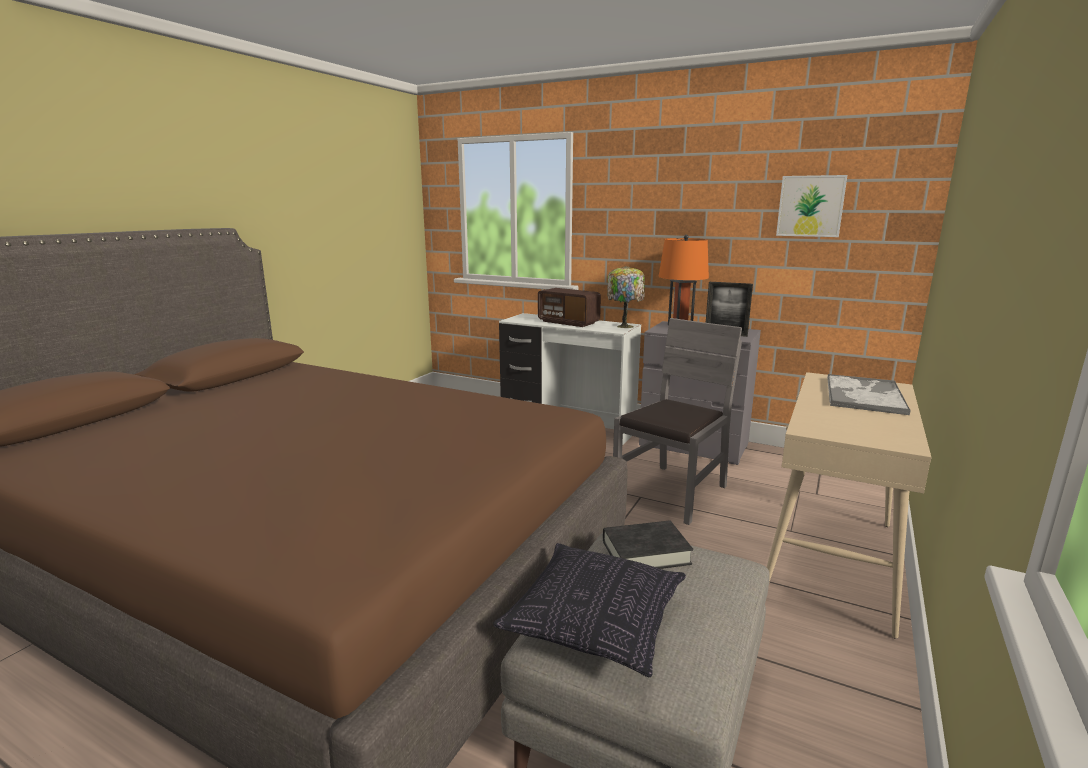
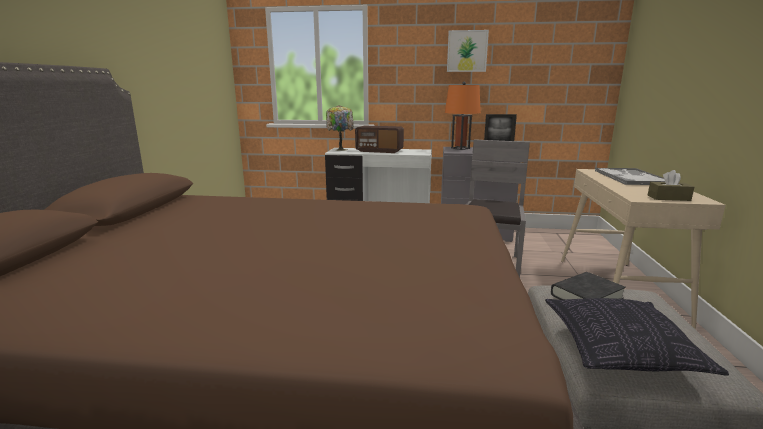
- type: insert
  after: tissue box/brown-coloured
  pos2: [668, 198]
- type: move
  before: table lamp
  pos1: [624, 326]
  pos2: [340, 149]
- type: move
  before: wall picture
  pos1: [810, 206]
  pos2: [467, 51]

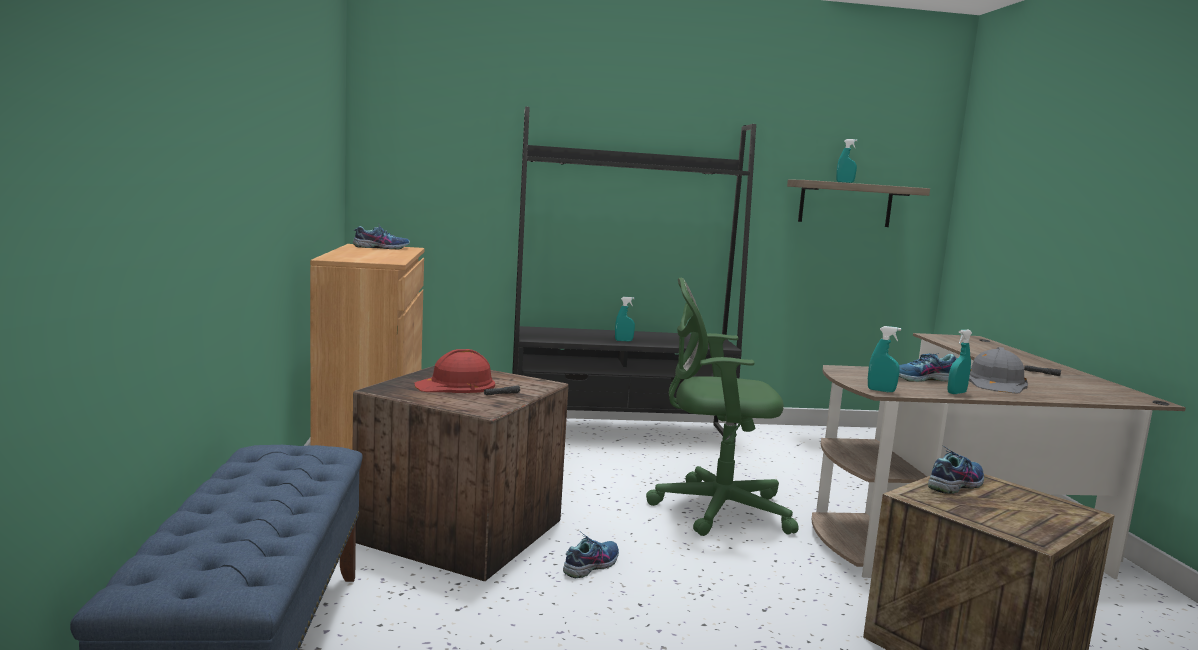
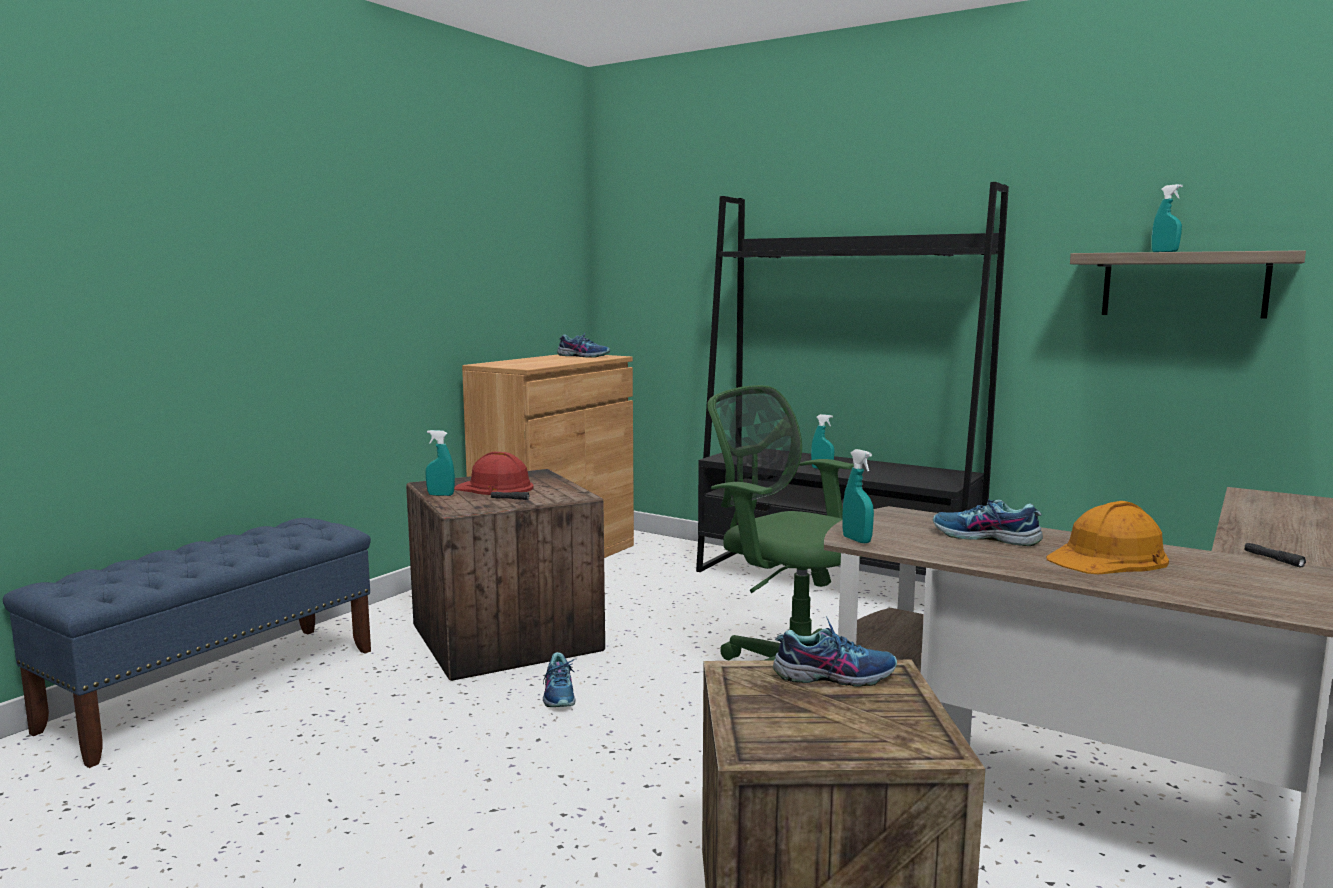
- type: move
  before: sprayer/turquoise
  pos1: [956, 393]
  pos2: [440, 495]
- type: recolor
  before: safety helmet/grey
  after: safety helmet/orangey
  pos1: [996, 383]
  pos2: [1108, 558]
- type: rotate
  before: item of footwear
  pos1: [591, 565]
  pos2: [560, 694]
  turn: 90

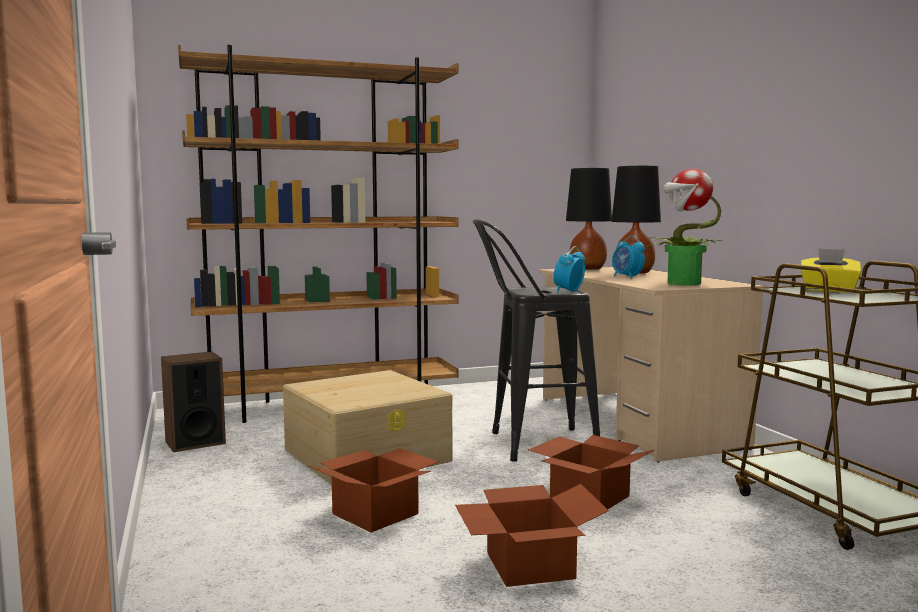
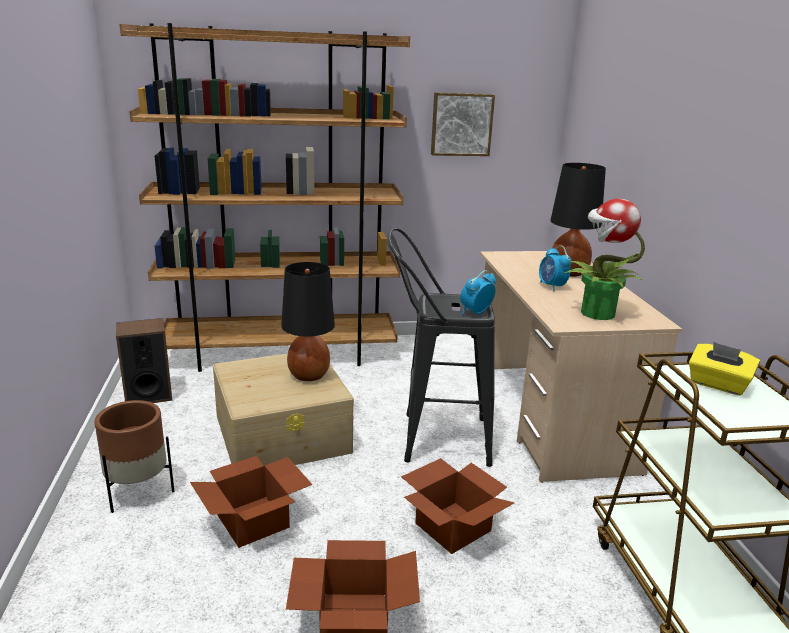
- type: insert
  after: plant pot/brown-coloured
  pos2: [139, 492]
- type: insert
  after: wall picture
  pos2: [461, 124]
- type: move
  before: table lamp/blackish
  pos1: [587, 269]
  pos2: [308, 375]

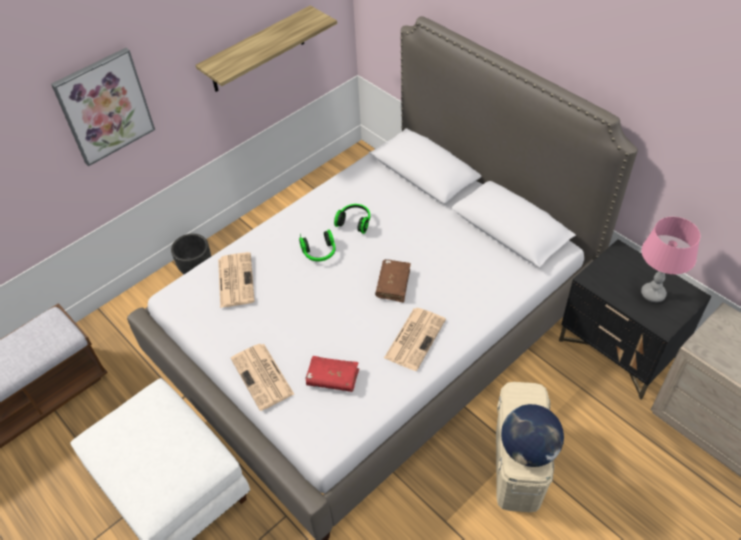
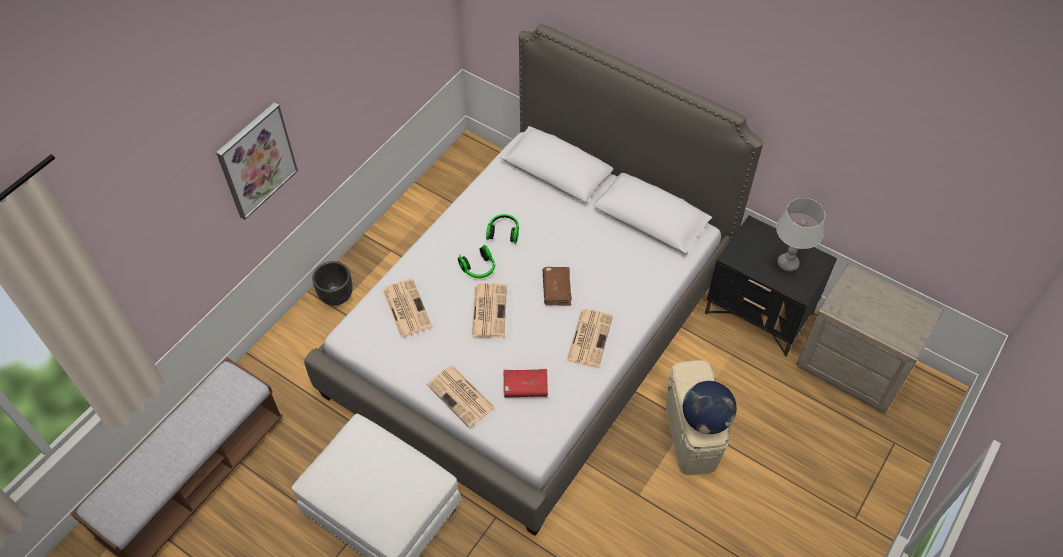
- type: delete
  before: bracket shelf
  pos1: [257, 50]
- type: insert
  after: newspaper
  pos2: [488, 310]
- type: recolor
  before: table lamp/pinkish
  after: table lamp/grey
  pos1: [653, 294]
  pos2: [788, 264]

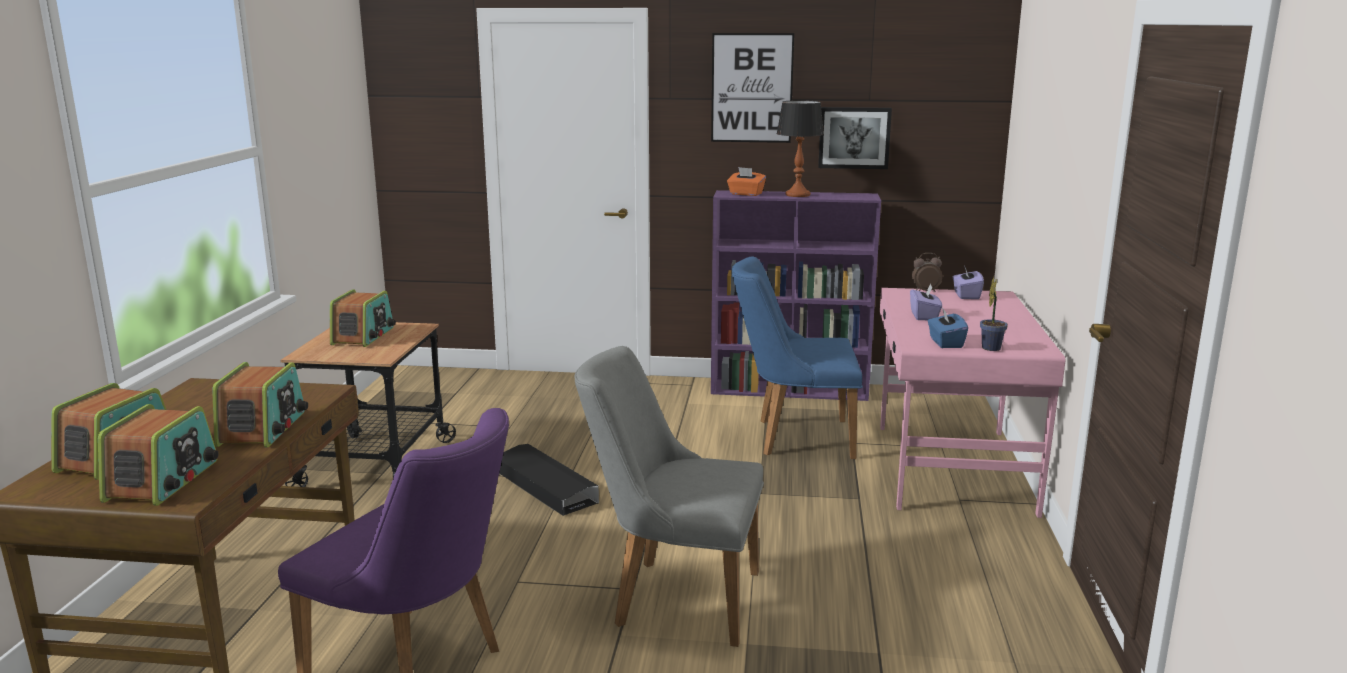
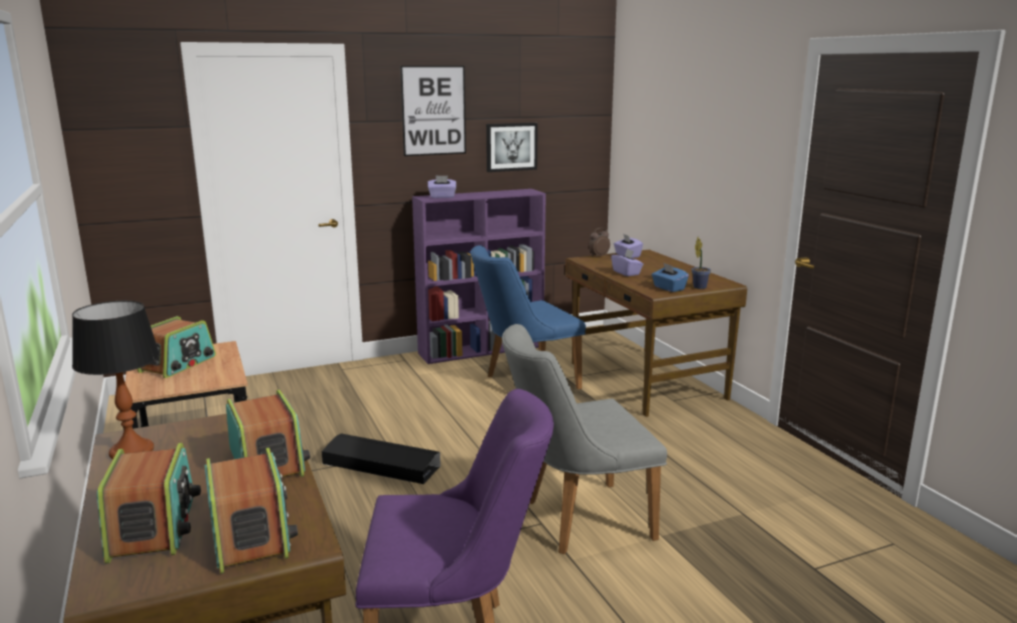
- type: move
  before: table lamp
  pos1: [798, 195]
  pos2: [132, 452]
- type: recolor
  before: tissue box/orangey
  after: tissue box/purple-coloured
  pos1: [745, 194]
  pos2: [442, 197]
- type: recolor
  before: desk table/pinkish
  after: desk table/brown-coloured
  pos1: [950, 468]
  pos2: [645, 381]
- type: rotate
  before: radio receiver
  pos1: [363, 336]
  pos2: [178, 364]
  turn: 45

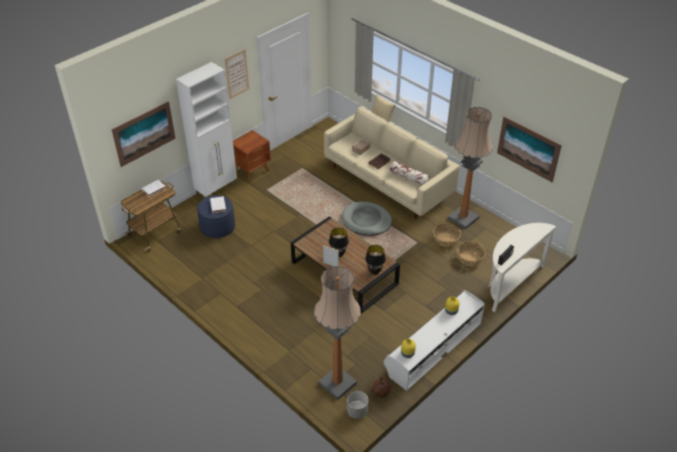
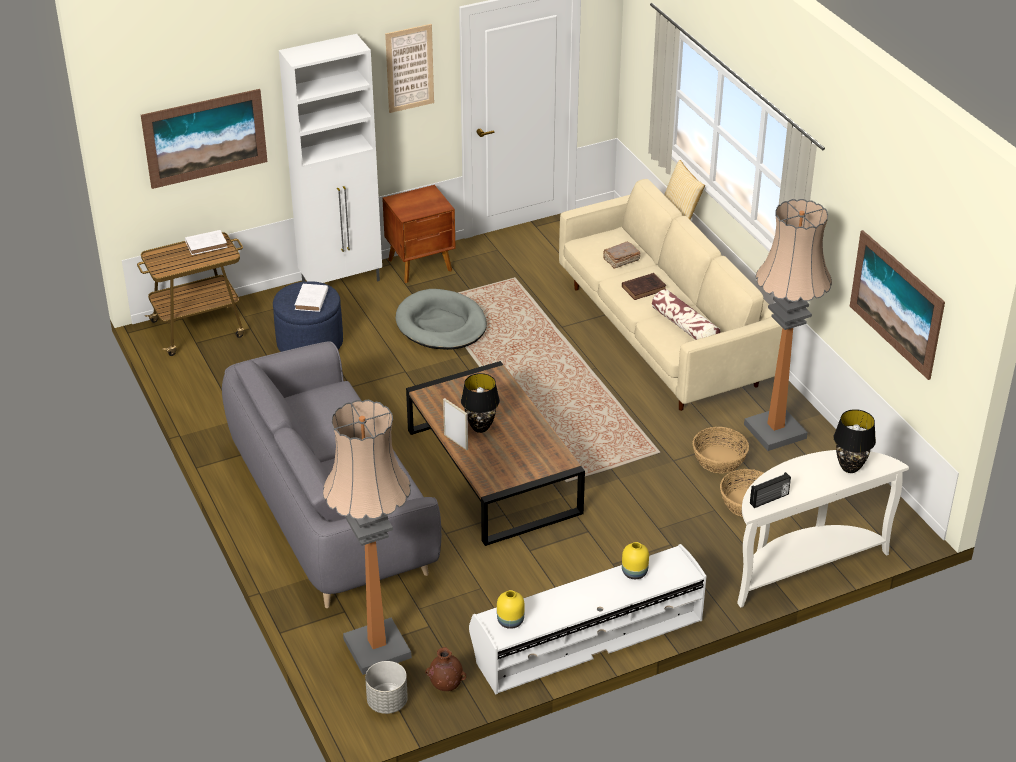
- type: insert
  after: sofa/grey
  pos2: [331, 509]
- type: move
  before: pet bed/grey
  pos1: [366, 221]
  pos2: [441, 324]
- type: move
  before: table lamp/blackish
  pos1: [374, 271]
  pos2: [849, 467]

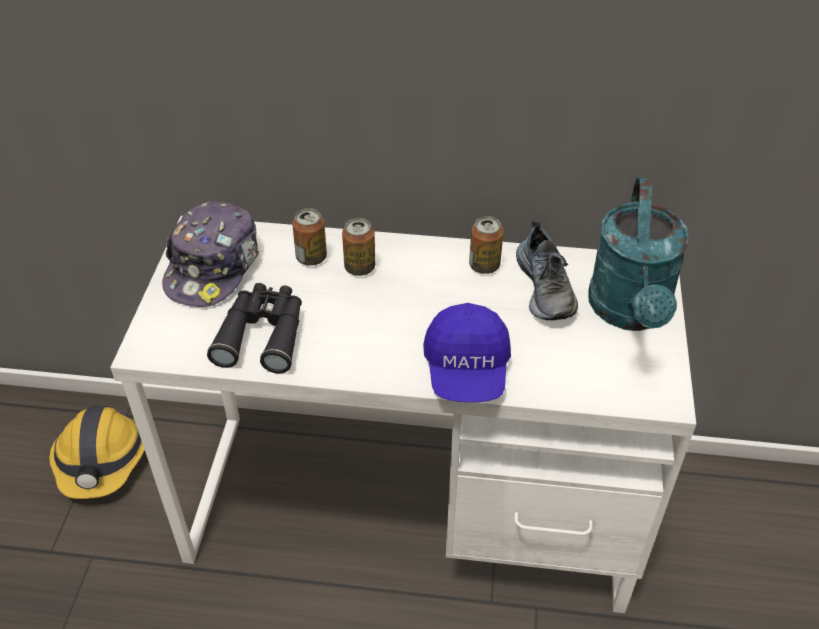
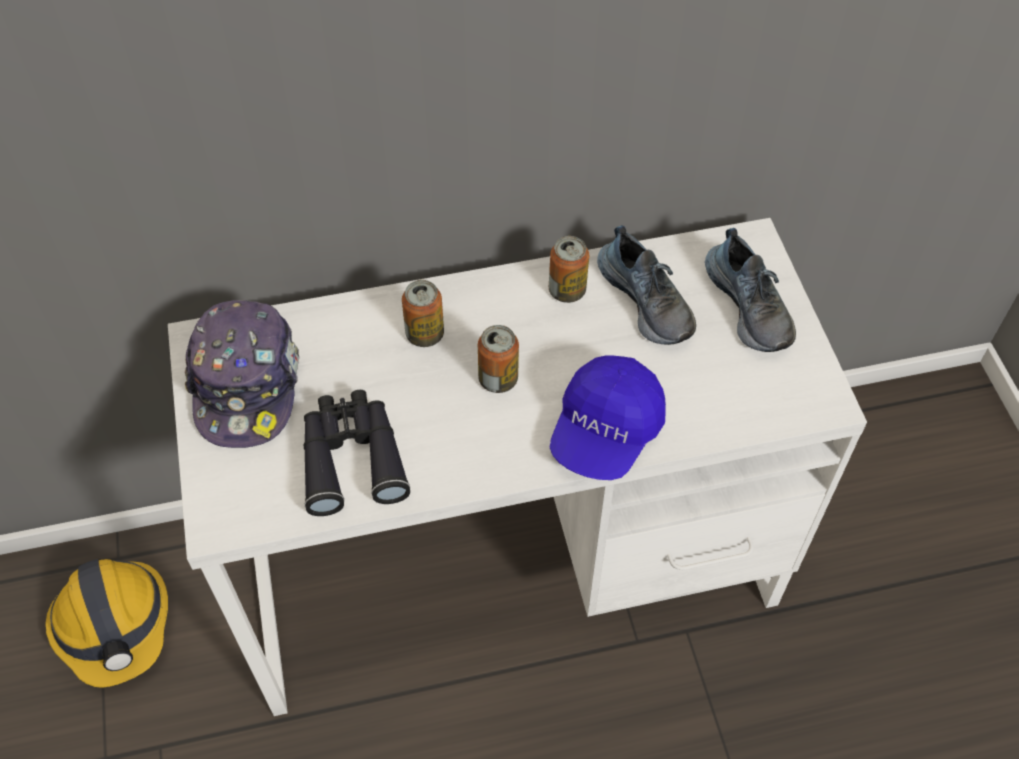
- type: move
  before: metal can
  pos1: [311, 257]
  pos2: [498, 379]
- type: replace
  before: sprinkling can/turquoise
  after: item of footwear
  pos1: [631, 312]
  pos2: [750, 305]
- type: rotate
  before: peaked cap/bluish
  pos1: [467, 370]
  pos2: [605, 432]
  turn: 45

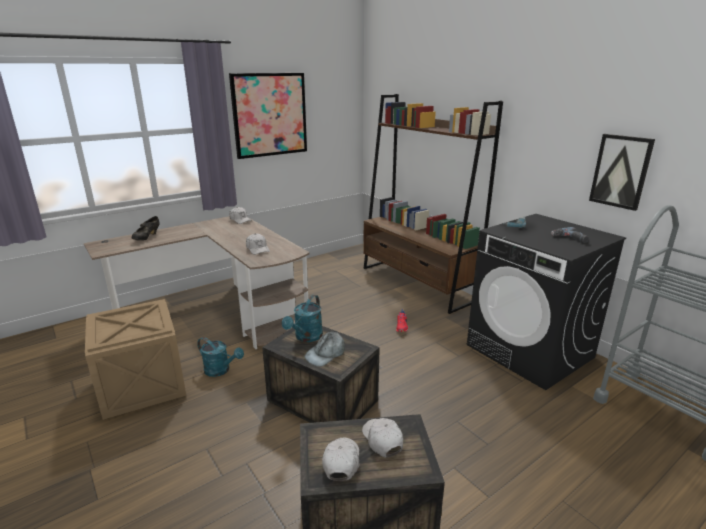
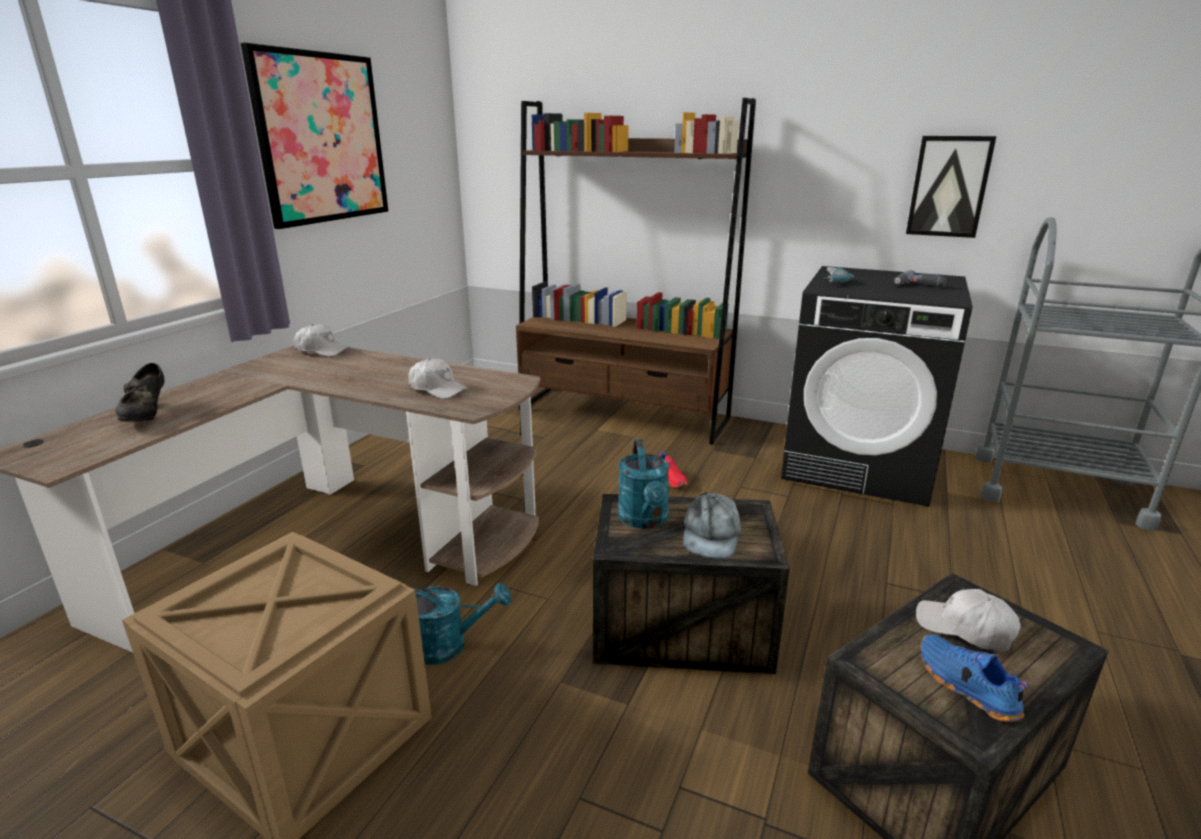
- type: replace
  before: peaked cap/white
  after: item of footwear/bluish
  pos1: [341, 462]
  pos2: [965, 686]

